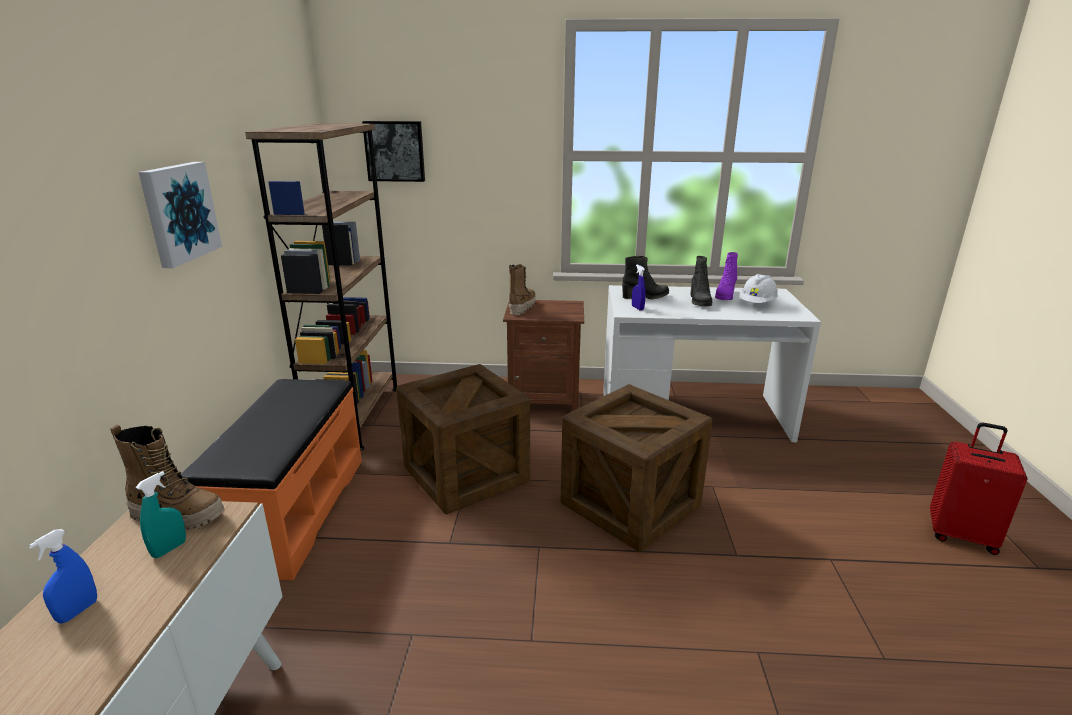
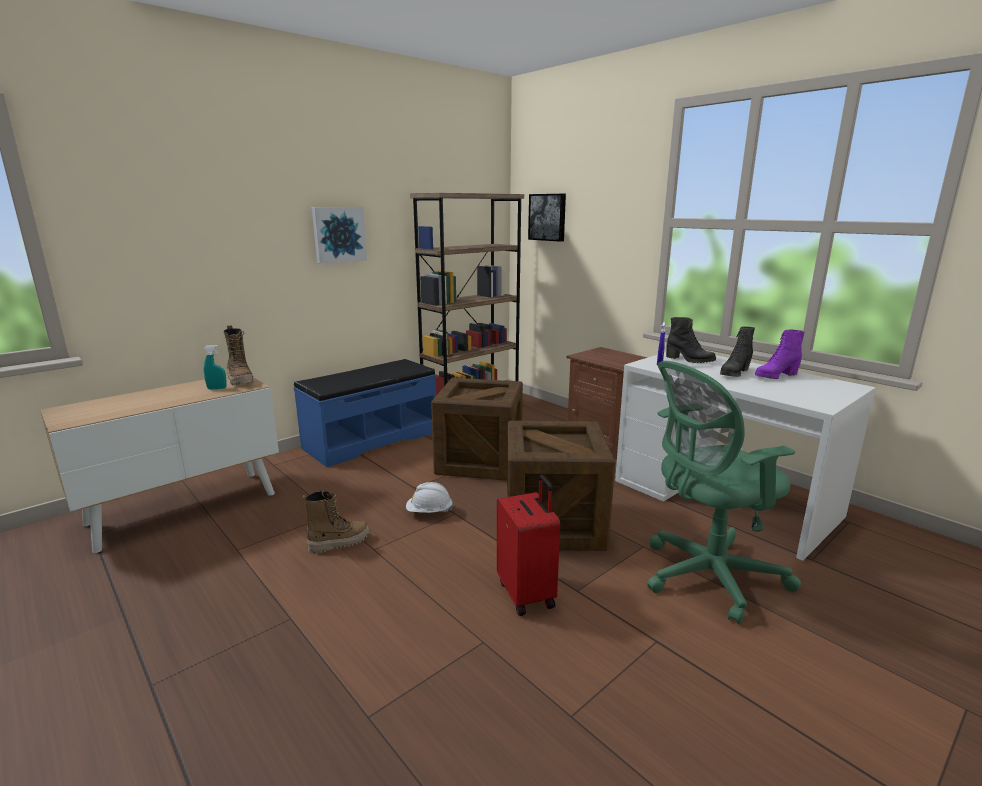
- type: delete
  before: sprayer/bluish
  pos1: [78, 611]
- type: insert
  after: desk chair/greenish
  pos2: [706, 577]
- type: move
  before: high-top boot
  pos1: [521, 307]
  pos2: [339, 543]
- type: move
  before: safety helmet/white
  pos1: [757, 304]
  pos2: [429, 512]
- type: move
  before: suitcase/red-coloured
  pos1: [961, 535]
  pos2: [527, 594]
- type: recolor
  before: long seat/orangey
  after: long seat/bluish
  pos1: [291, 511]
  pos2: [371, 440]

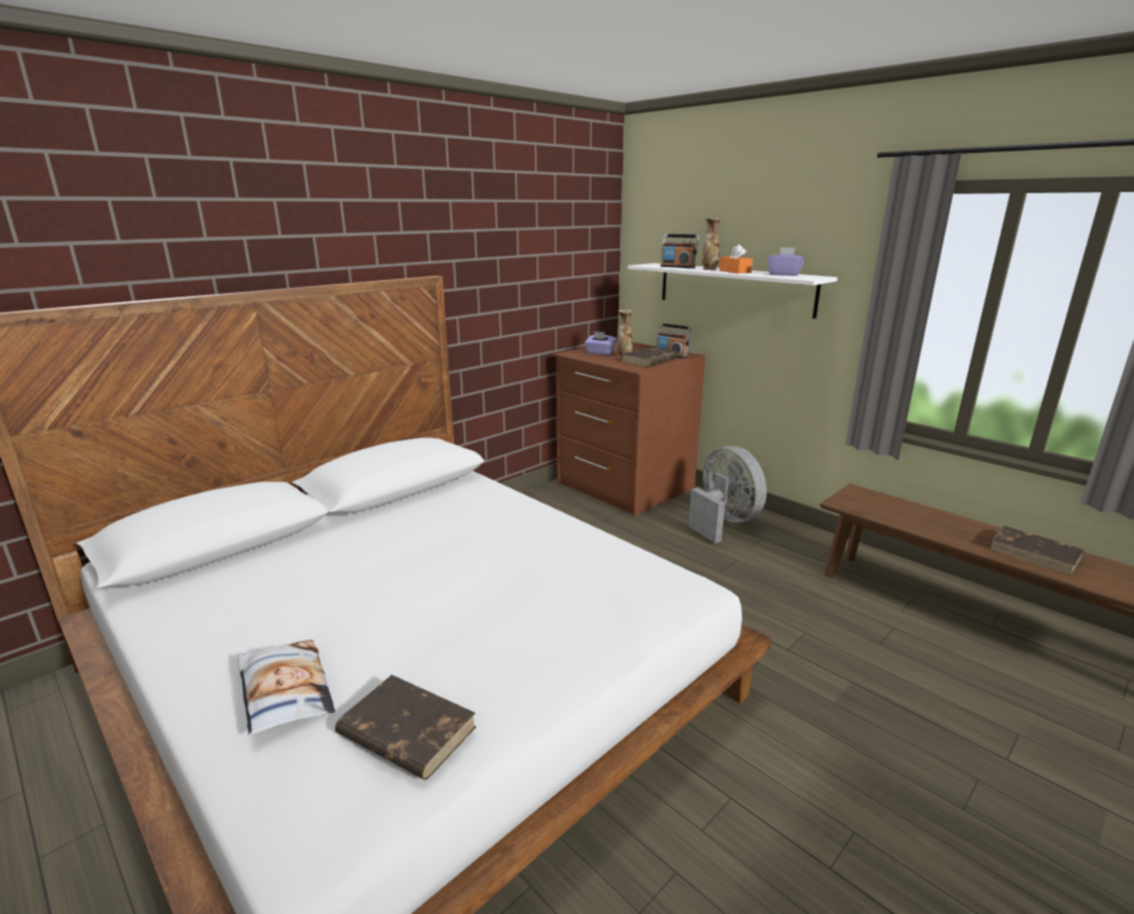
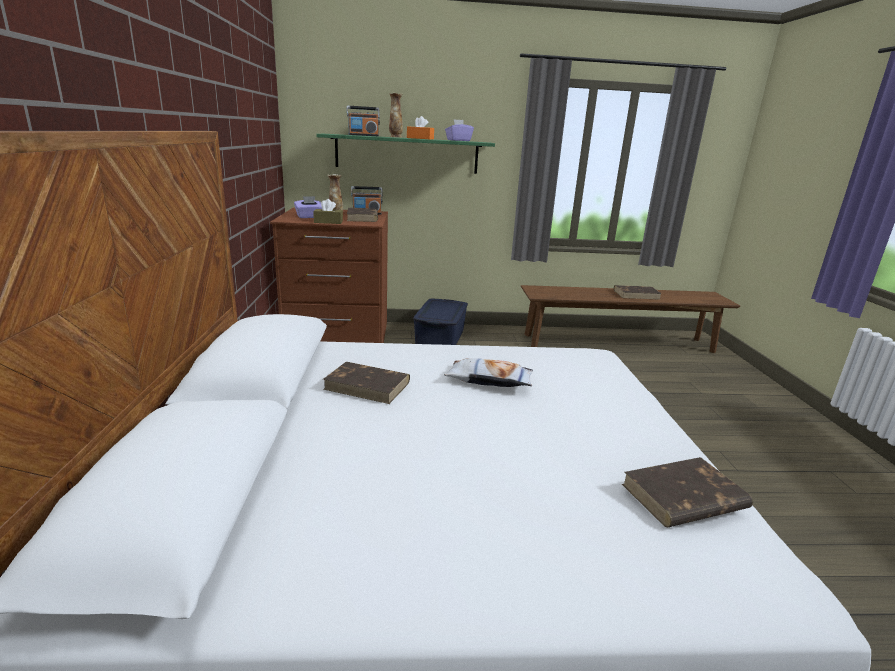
- type: insert
  after: tissue box/brown-coloured
  pos2: [328, 222]
- type: insert
  after: volume/brown-coloured
  pos2: [368, 386]
- type: move
  before: throw pillow
  pos1: [284, 692]
  pos2: [489, 380]
- type: replace
  before: electric fan/grey
  after: storage container/bluish
  pos1: [723, 522]
  pos2: [439, 338]
- type: recolor
  before: bracket shelf/white
  after: bracket shelf/greenish
  pos1: [734, 288]
  pos2: [407, 154]

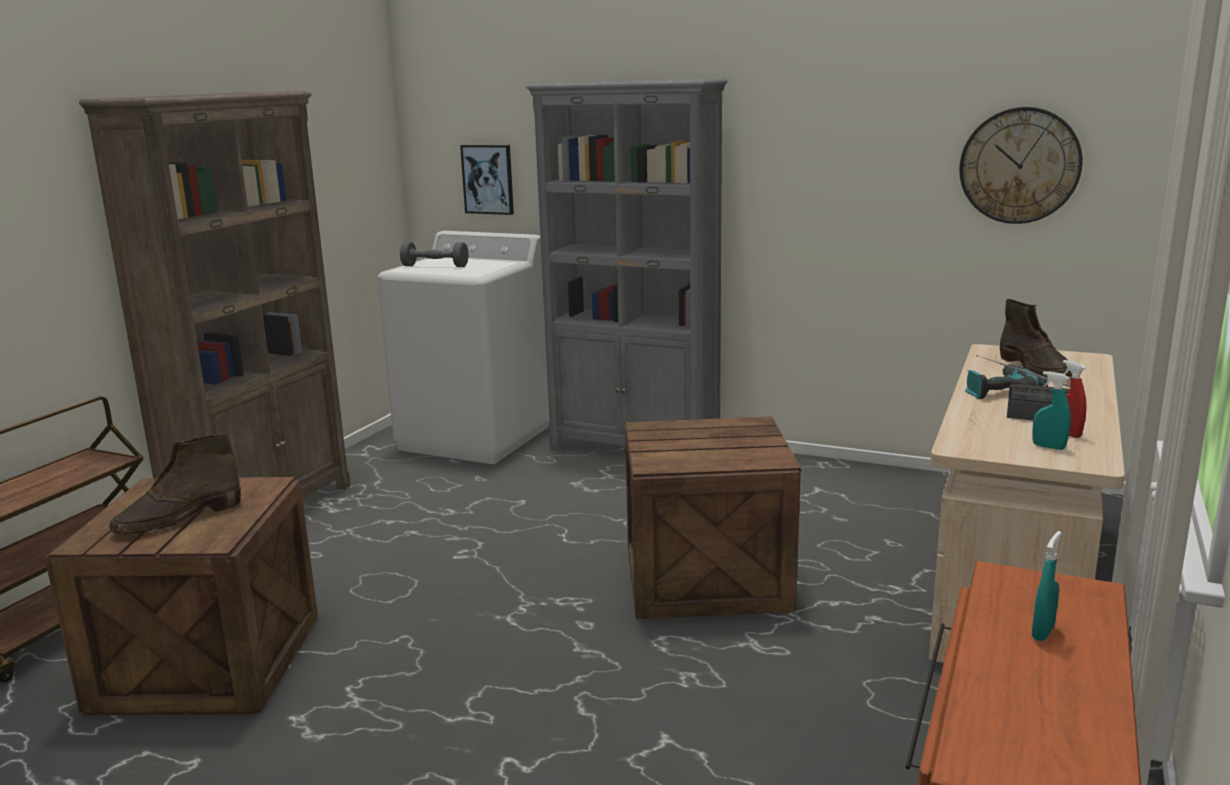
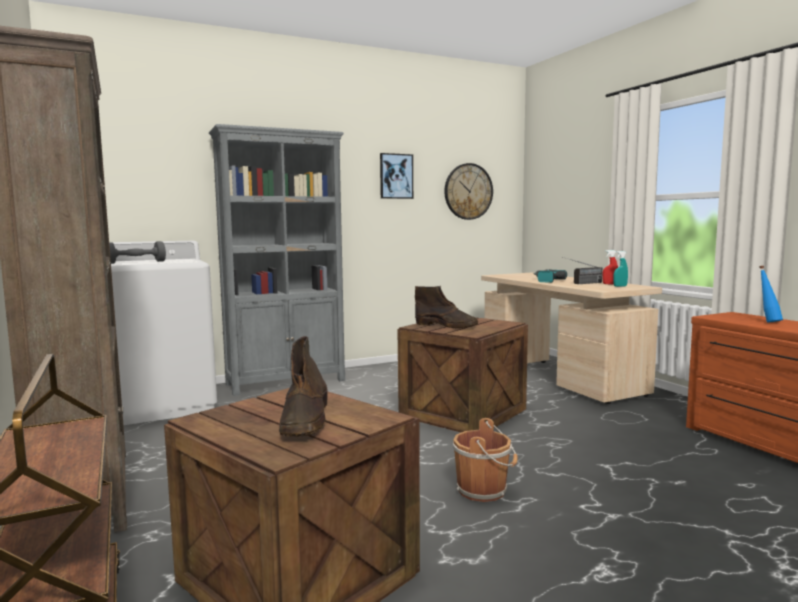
- type: insert
  after: bucket/brown-coloured
  pos2: [484, 490]
- type: move
  before: wall picture
  pos1: [488, 179]
  pos2: [396, 176]
- type: move
  before: high-top boot/brown-coloured
  pos1: [1035, 368]
  pos2: [446, 326]
- type: replace
  before: sprayer/turquoise
  after: beverage bottle/bluish
  pos1: [1042, 633]
  pos2: [767, 322]

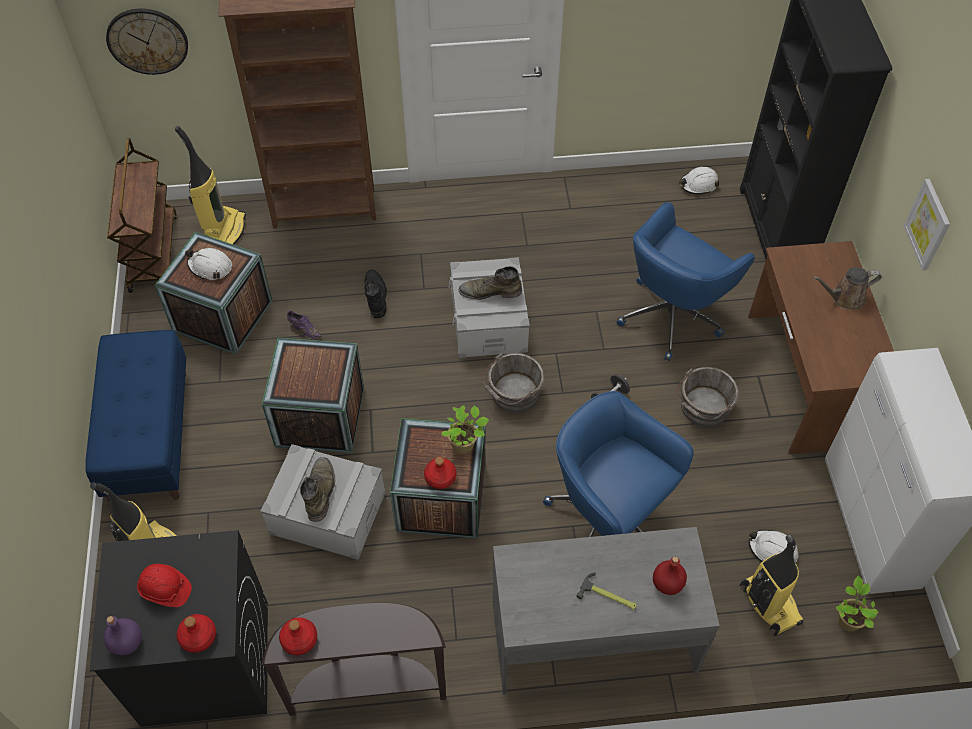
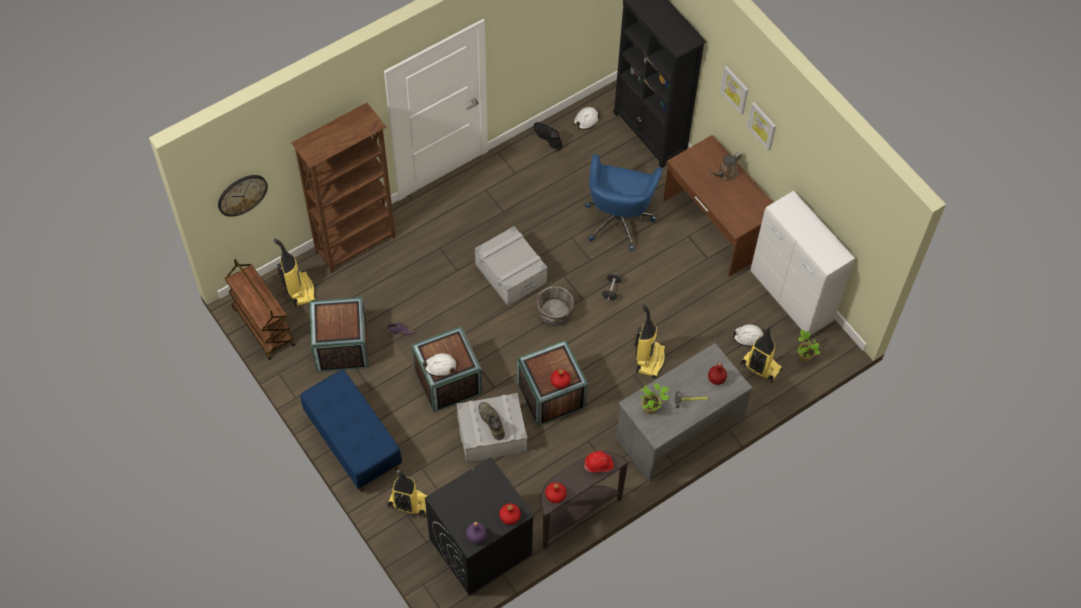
- type: delete
  before: high-top boot/greenish
  pos1: [490, 291]
- type: delete
  before: bucket/grey
  pos1: [703, 408]
- type: insert
  after: wall picture
  pos2: [735, 89]
- type: move
  before: safety helmet/red-coloured
  pos1: [165, 590]
  pos2: [599, 465]
- type: move
  before: safety helmet/white
  pos1: [210, 267]
  pos2: [440, 366]
- type: move
  before: high-top boot/blackish
  pos1: [375, 296]
  pos2: [547, 137]
- type: move
  before: houseplant
  pos1: [464, 444]
  pos2: [651, 407]
- type: replace
  before: desk chair/bluish
  after: hoover
  pos1: [608, 515]
  pos2: [649, 359]

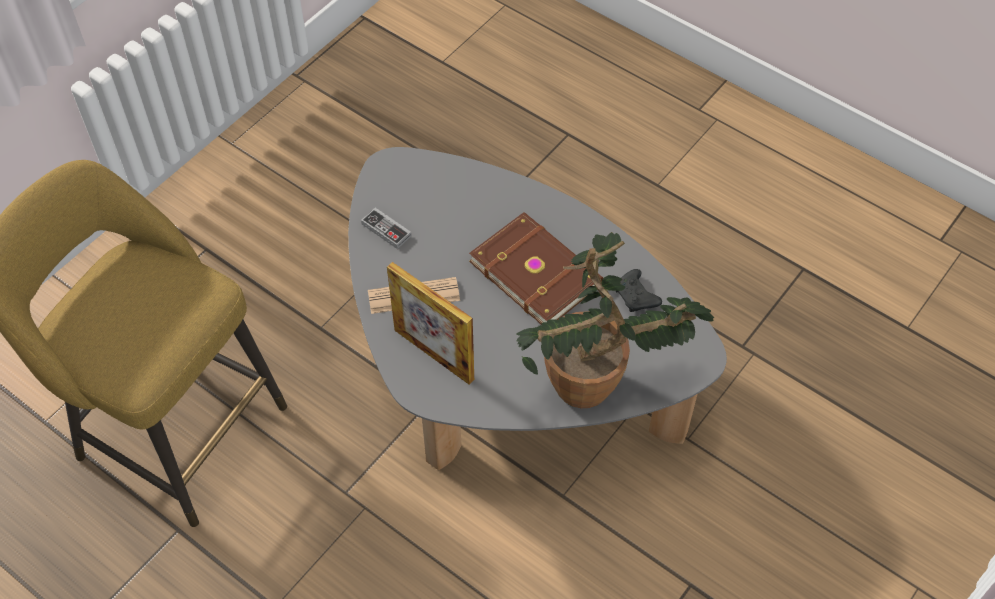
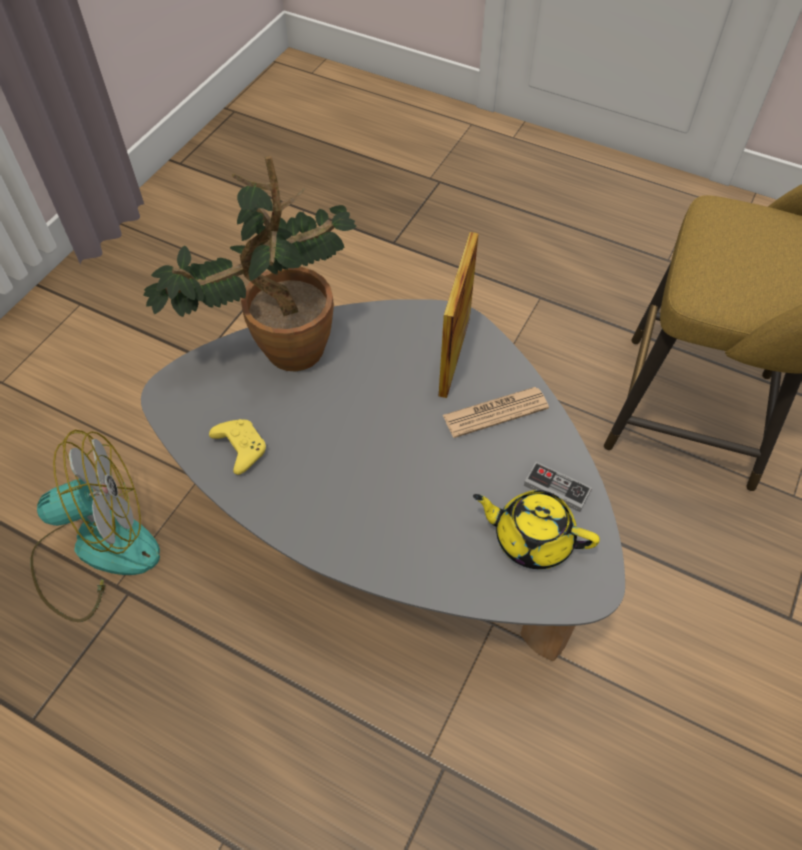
- type: delete
  before: volume/brown-coloured
  pos1: [536, 271]
- type: insert
  after: electric fan
  pos2: [96, 551]
- type: insert
  after: tea pot/yellow-coloured
  pos2: [531, 538]
- type: recolor
  before: joypad/blackish
  after: joypad/yellow-coloured
  pos1: [636, 297]
  pos2: [240, 448]
- type: rotate
  before: photo frame
  pos1: [433, 354]
  pos2: [454, 356]
  turn: -105

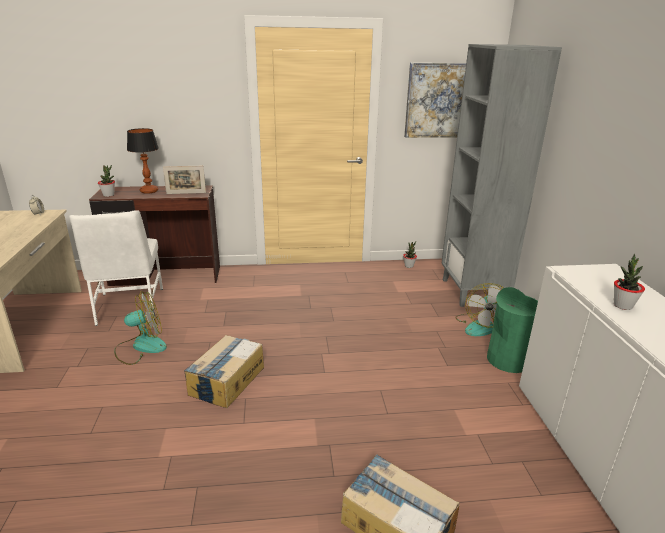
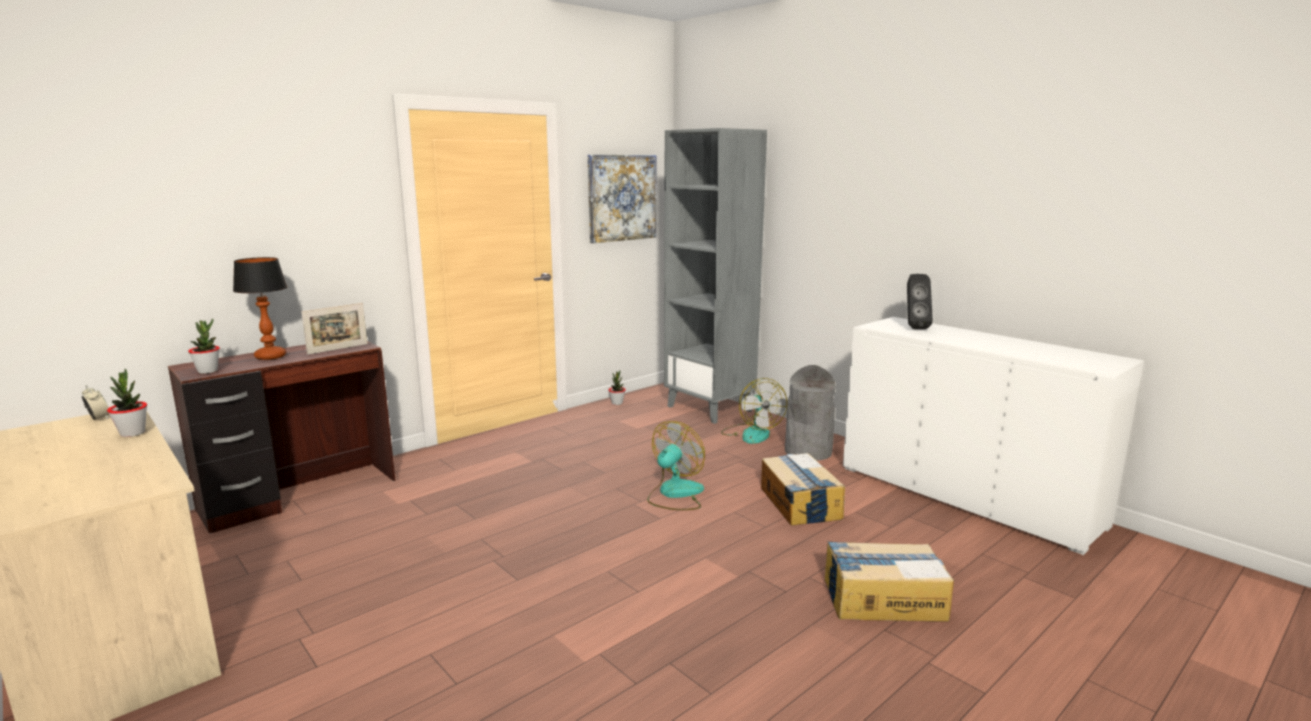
- type: delete
  before: chair/white
  pos1: [129, 307]
- type: insert
  after: speaker/blackish
  pos2: [913, 328]
- type: move
  before: electric fan
  pos1: [141, 347]
  pos2: [674, 494]
- type: move
  before: packing box
  pos1: [226, 381]
  pos2: [799, 503]
- type: move
  before: houseplant
  pos1: [622, 306]
  pos2: [132, 433]
- type: recolor
  before: waste bin/greenish
  after: waste bin/grey
  pos1: [508, 360]
  pos2: [808, 451]

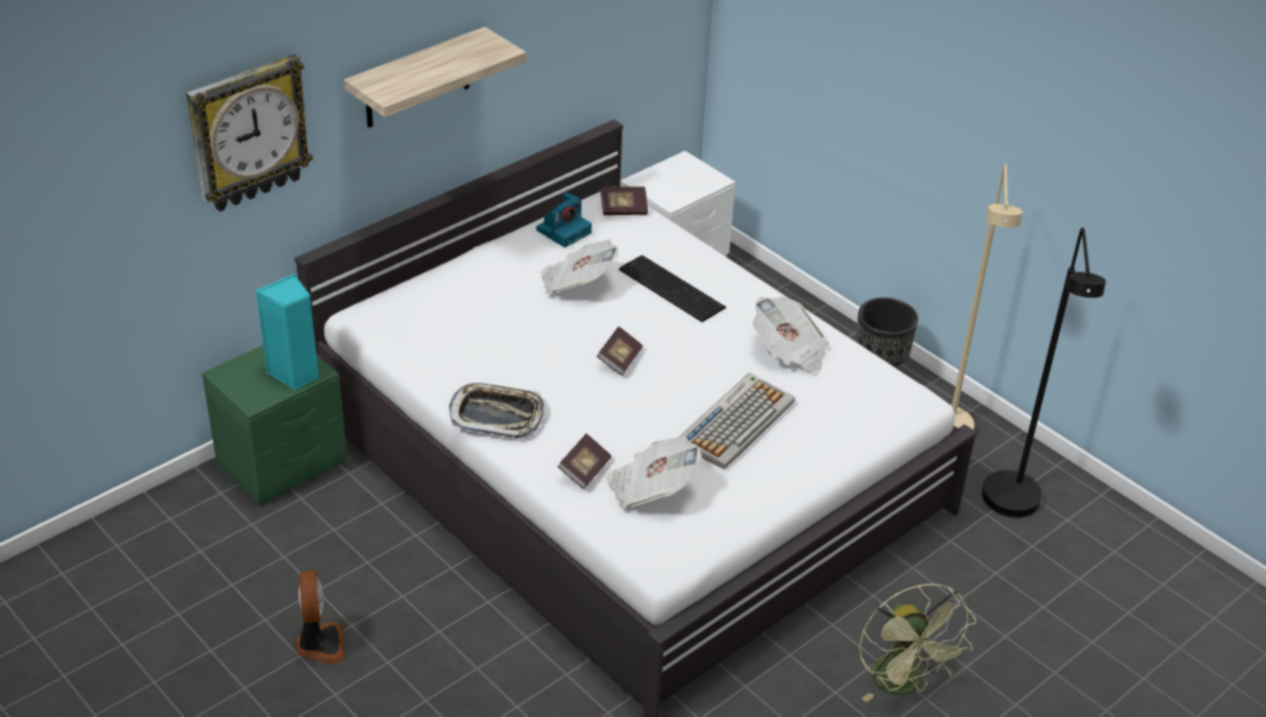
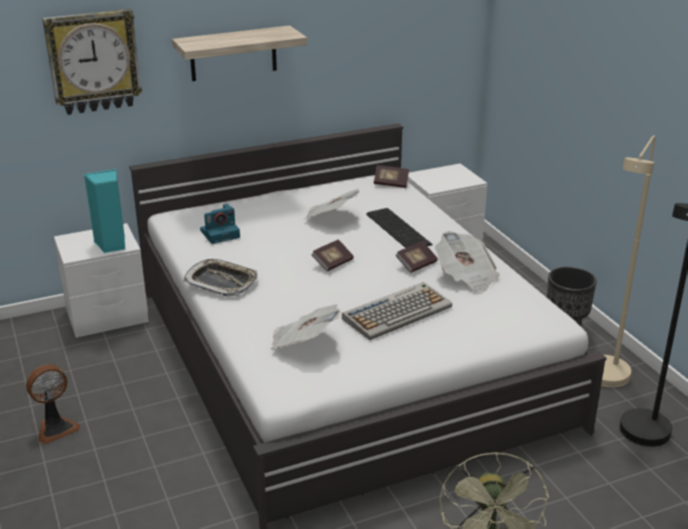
- type: move
  before: still camera
  pos1: [564, 231]
  pos2: [220, 233]
- type: move
  before: volume
  pos1: [584, 470]
  pos2: [416, 264]
- type: recolor
  before: night table/greenish
  after: night table/white
  pos1: [281, 463]
  pos2: [107, 316]
- type: rotate
  before: electric fan
  pos1: [319, 644]
  pos2: [56, 428]
  turn: 45

